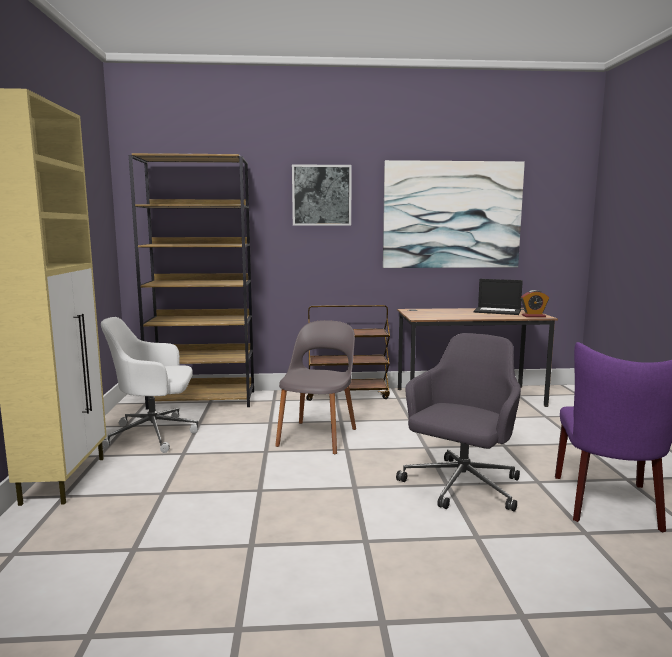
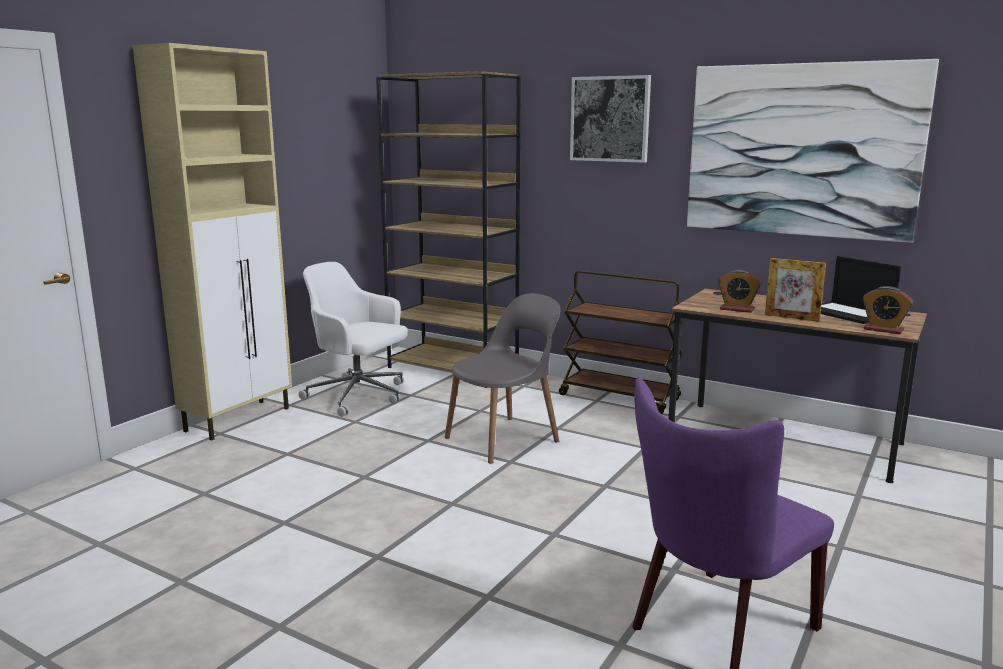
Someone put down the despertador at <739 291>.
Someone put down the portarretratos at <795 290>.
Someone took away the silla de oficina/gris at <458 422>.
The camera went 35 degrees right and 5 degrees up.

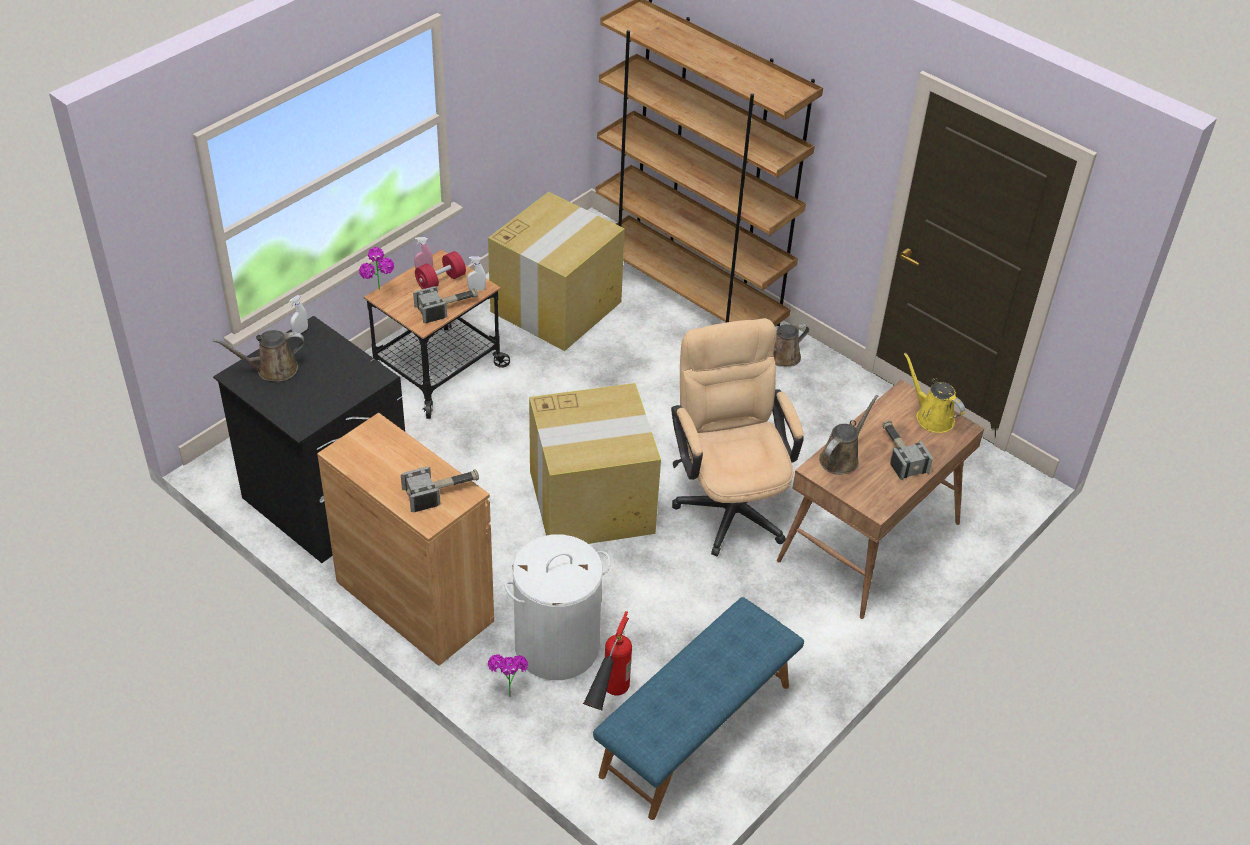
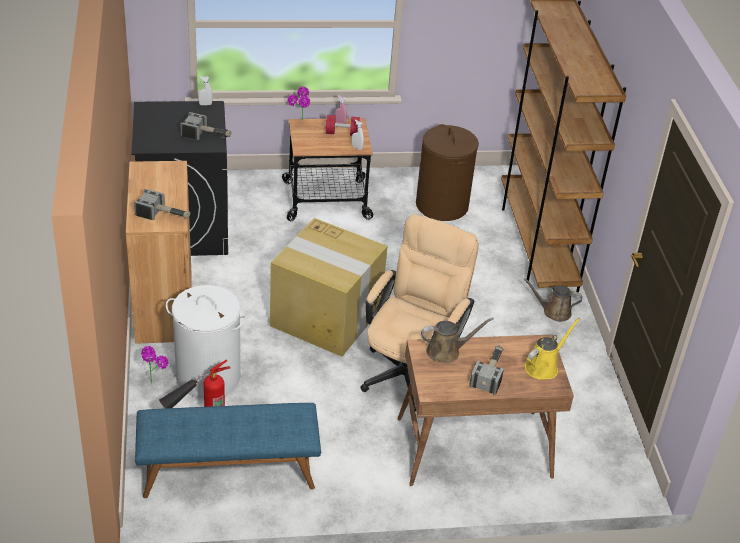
Someone carried the martillo from <445 304> to <206 126>.
Someone swapped the caja de cartón at <556 271> for the cesto de la ropa/marrón at <447 172>.
Someone rotated the regadera/amarillo at <934 393> by 45 degrees clockwise.
Someone took away the regadera/marrón at <258 356>.
The camera went 40 degrees right and 5 degrees down.

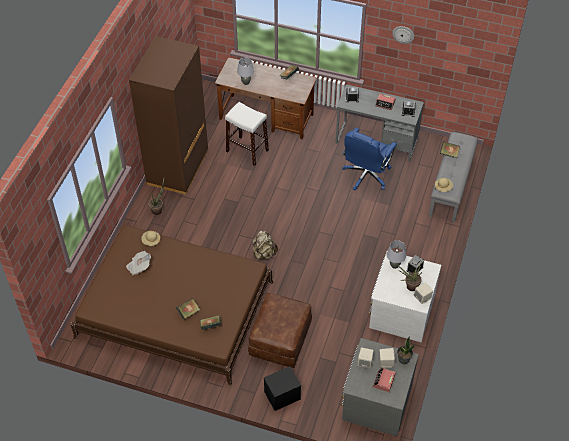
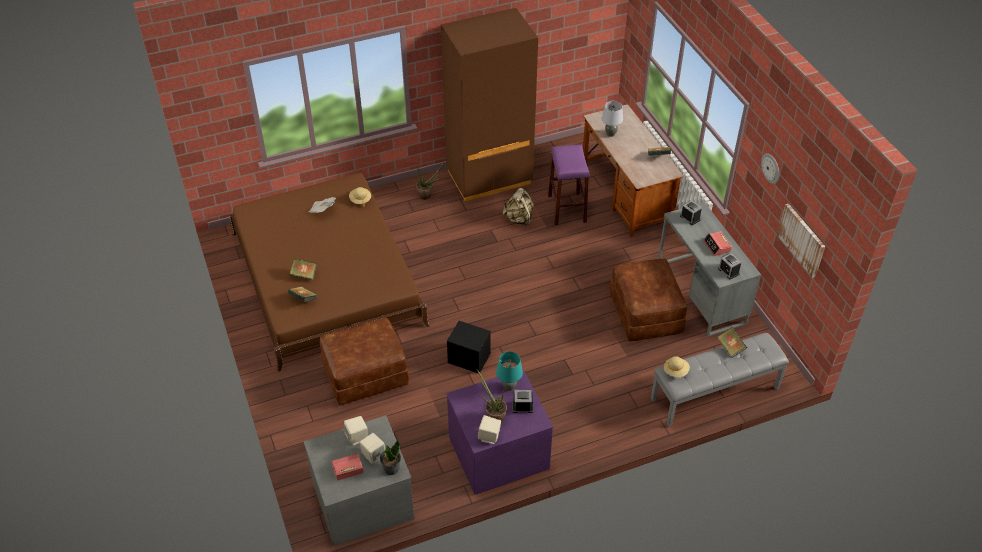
Someone repainted the cómoda/blanco at <405 297>, which became the cómoda/morado at <500 432>.
Someone carried the caja de almacenaje/negro from <282 388> to <469 347>.
Someone repainted the lámpara de mesa/gris at <396 254>, which became the lámpara de mesa/turquesa at <509 371>.
Someone carried the mochila/beis from <265 245> to <518 207>.
Someone repainted the taburete/blanco at <247 134>, which became the taburete/morado at <569 185>.
Someone swapped the silla de oficina/azul at <369 159> for the puf/marrón at <648 300>.
Someone put up the cuadro at <801 241>.
The camera went 50 degrees right and 5 degrees down.

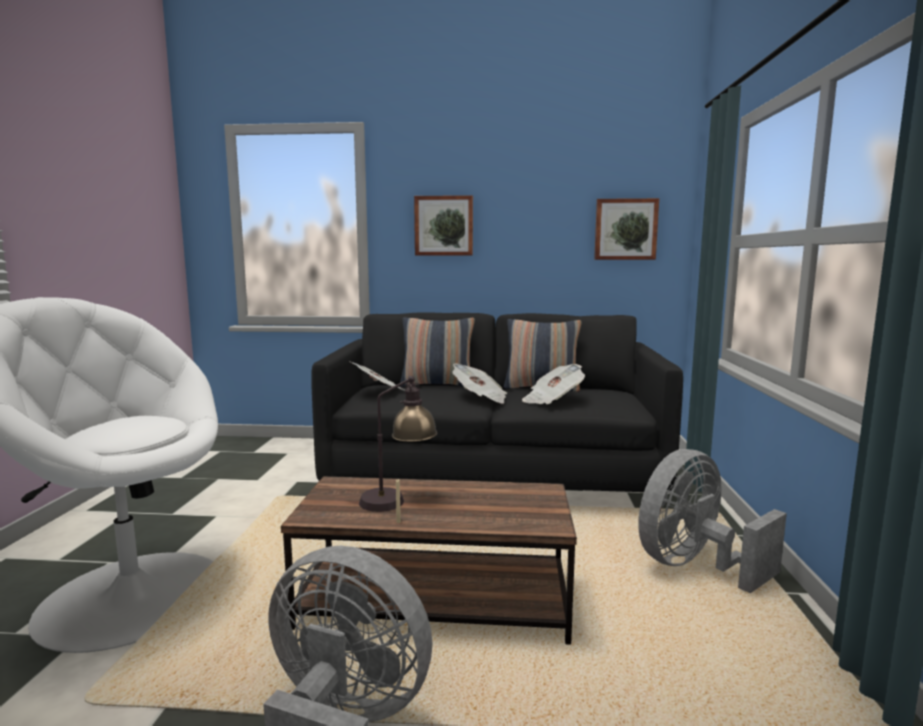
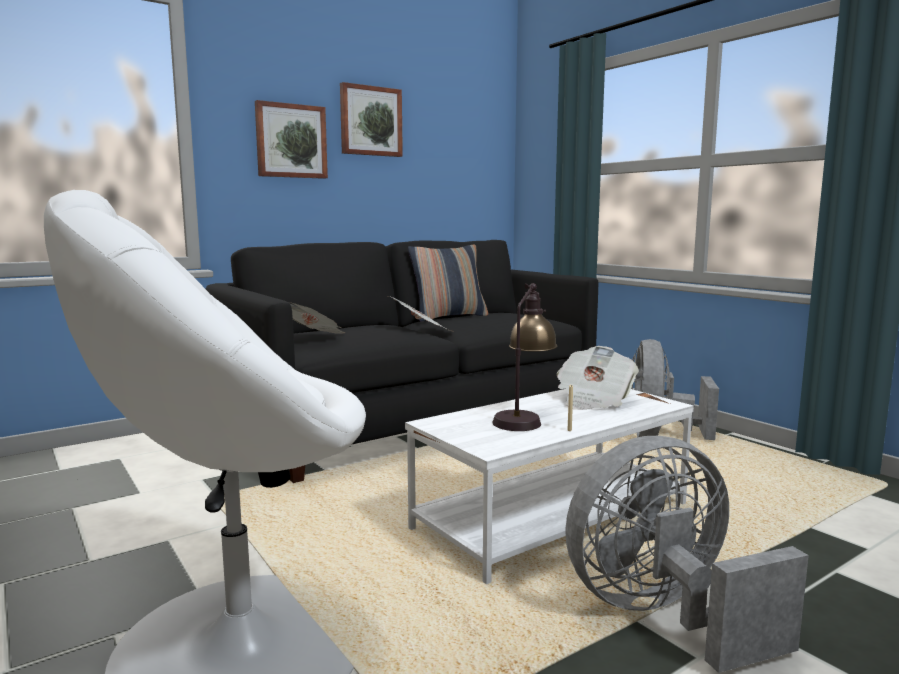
Someone carried the cuadro from <626 229> to <371 119>.
Someone repainted the mesa de centro/marrón at <429 560>, which became the mesa de centro/blanco at <549 486>.
Someone carried the periódico from <553 384> to <597 378>.
Someone took away the cojín at <437 352>.
The camera went 40 degrees left and 0 degrees up.

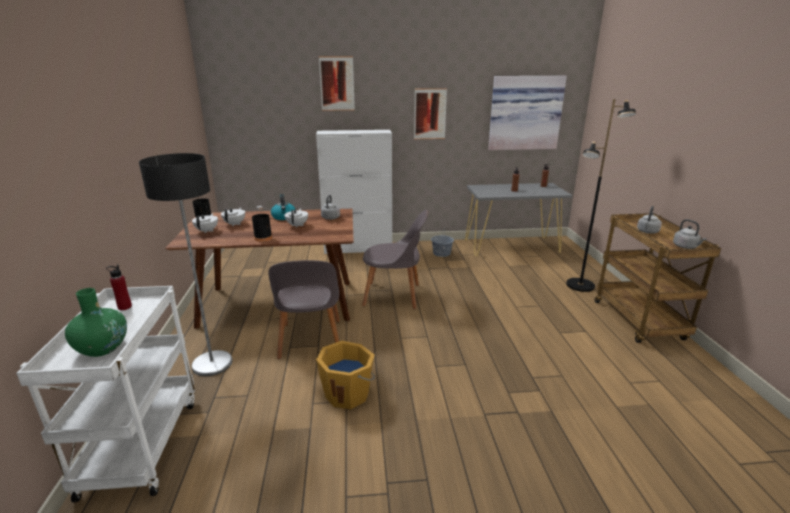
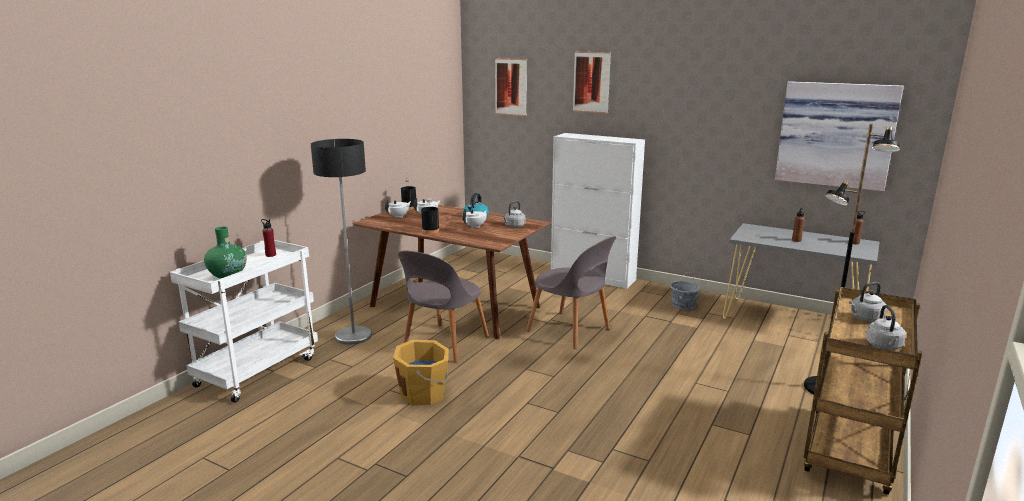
Someone carried the cuadro from <430 113> to <511 87>.
The camera went 35 degrees right and 5 degrees down.

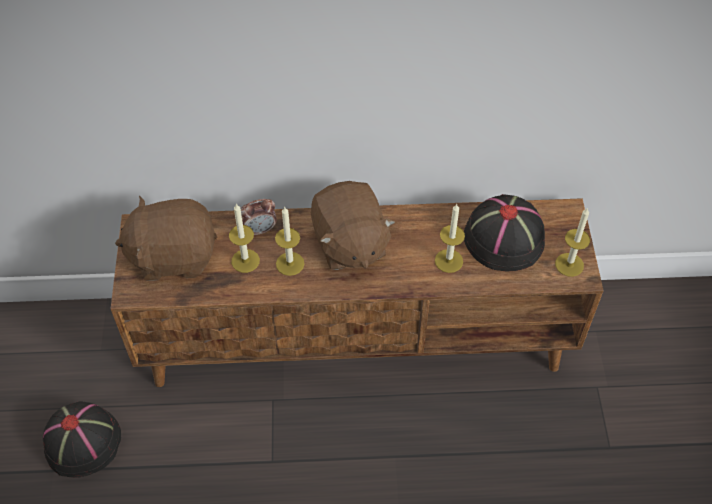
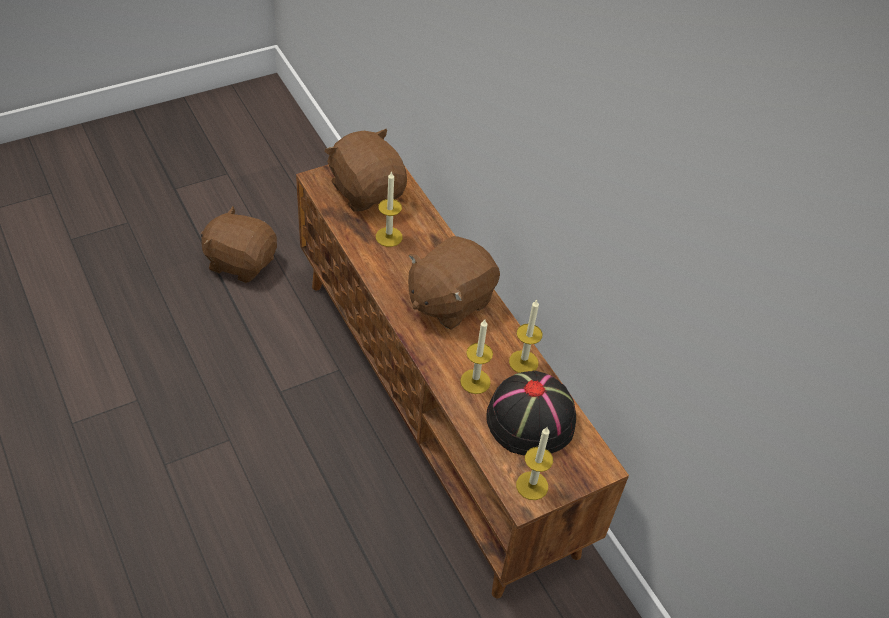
Someone swapped the sombrero/negro at <82 439> for the peluche/marrón at <239 244>.
Someone carried the vela from <289 241> to <526 336>.
Someone took away the despertador at <259 217>.
The camera went 60 degrees right and 5 degrees down.

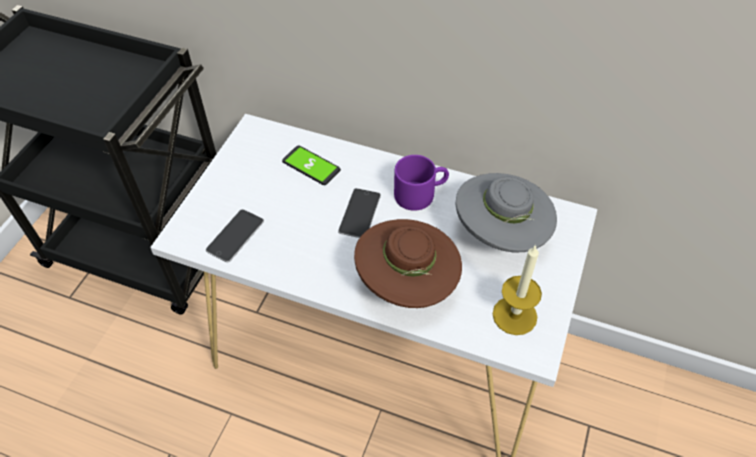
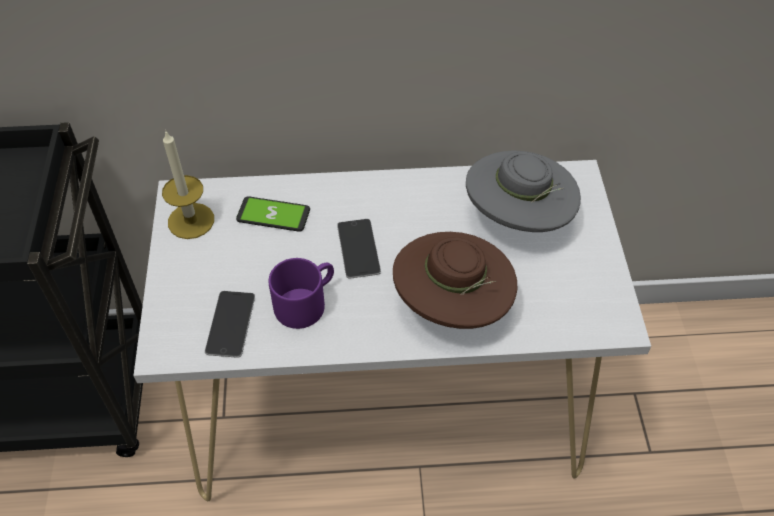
Someone carried the vela from <517 290> to <188 185>.
Someone carried the taza grande/morado from <421 183> to <301 293>.
The camera went 25 degrees left and 0 degrees up.

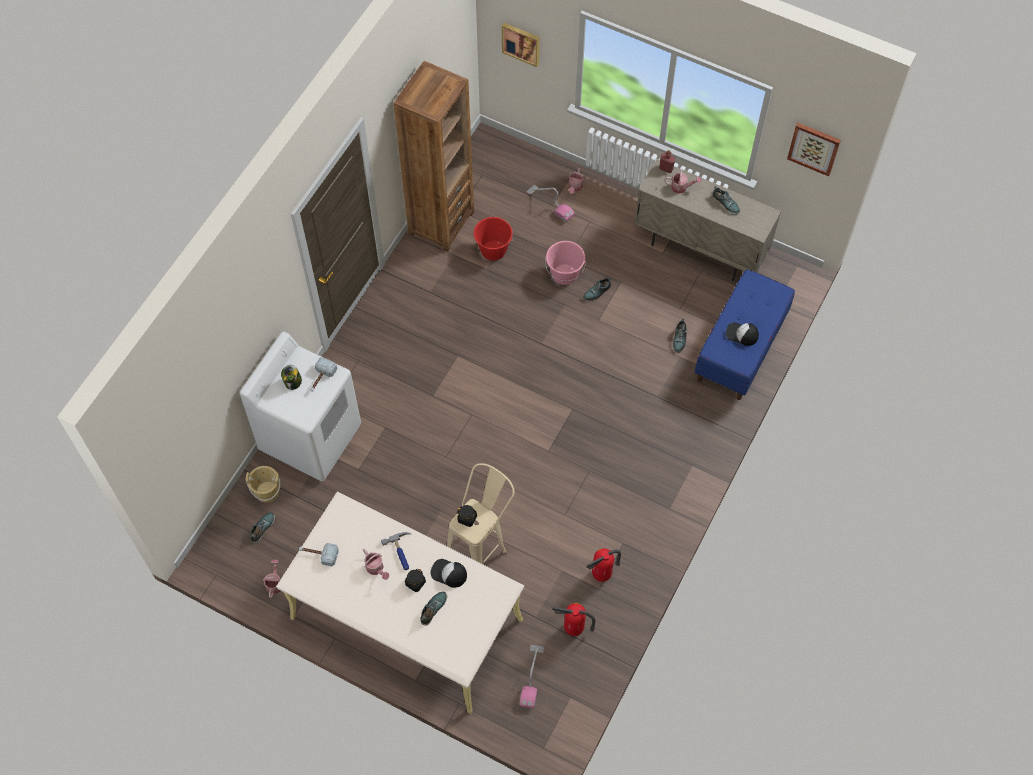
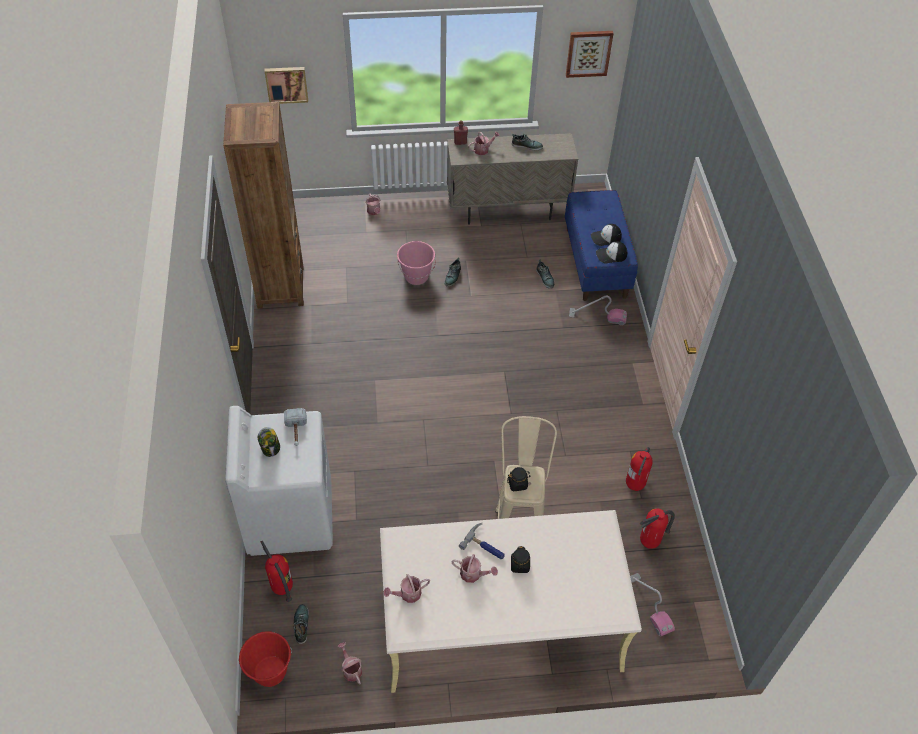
Someone carried the cubo/rojo from <493 239> to <265 659>.
Someone swapped the cubo/beis at <263 484> for the extintor at <276 571>.
Someone swapped the martillo at <319 554> for the regadera at <407 588>.
Someone carried the aspiradora from <551 203> to <598 310>.
Someone carried the gorra from <448 573> to <611 252>.
Someone took away the zapato at <433 608>.
The camera went 35 degrees left and 10 degrees down.

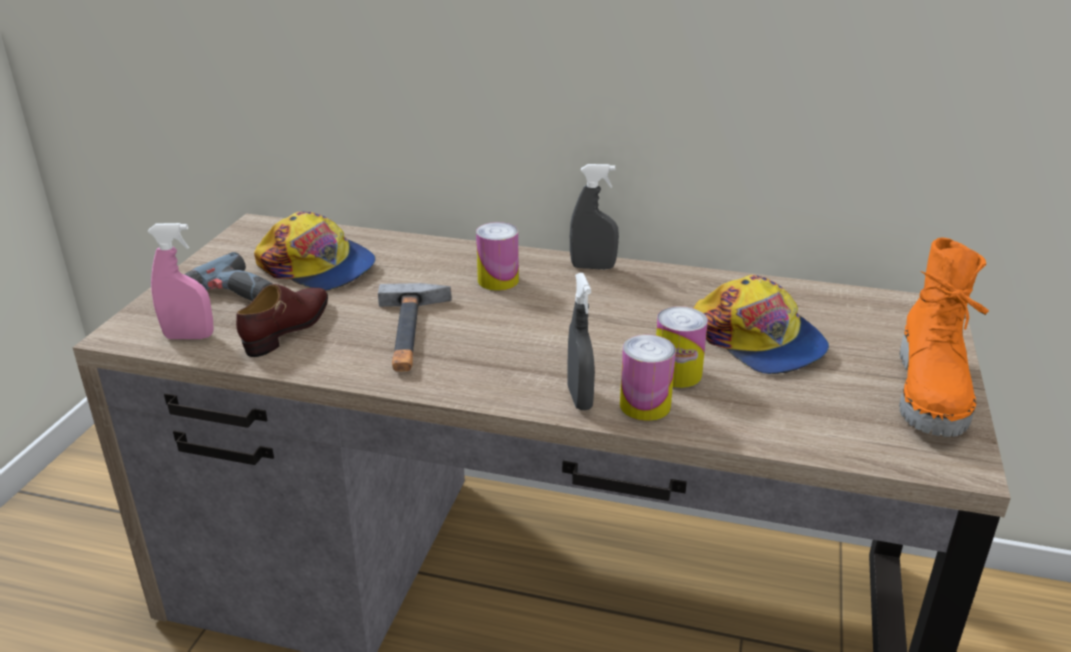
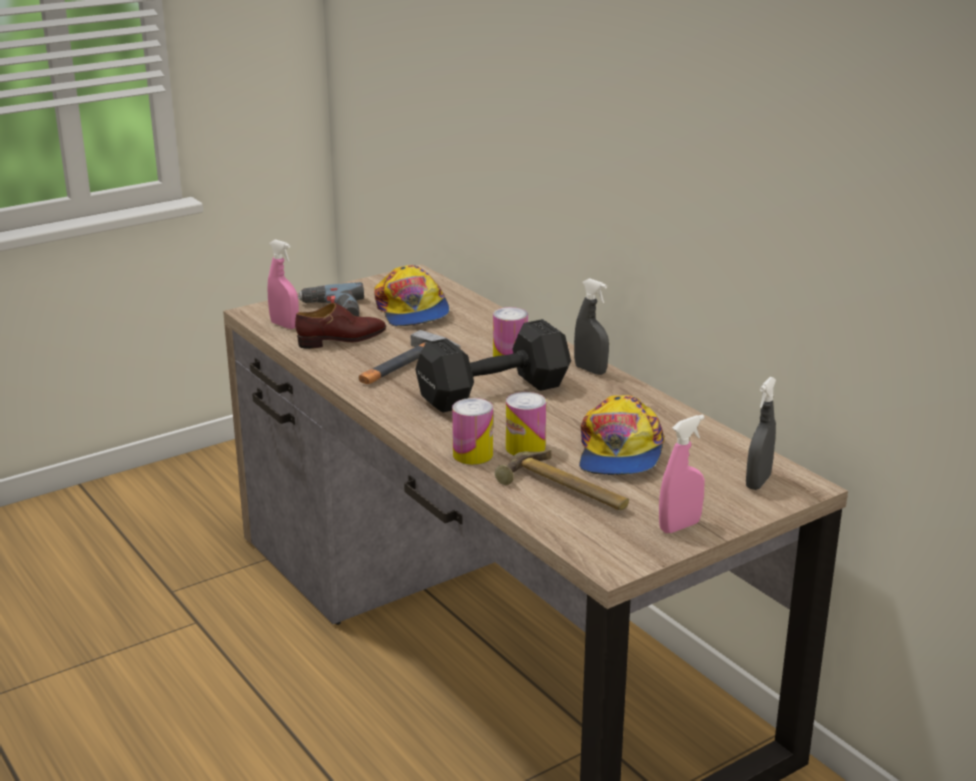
Someone put down the mancuerna/negro at <493 366>.
Someone put down the martillo at <562 480>.
Someone swapped the bota/naranja at <944 337> for the pulverizador/rosa at <682 473>.
Someone carried the pulverizador/gris from <581 341> to <761 433>.
The camera went 40 degrees right and 5 degrees down.

